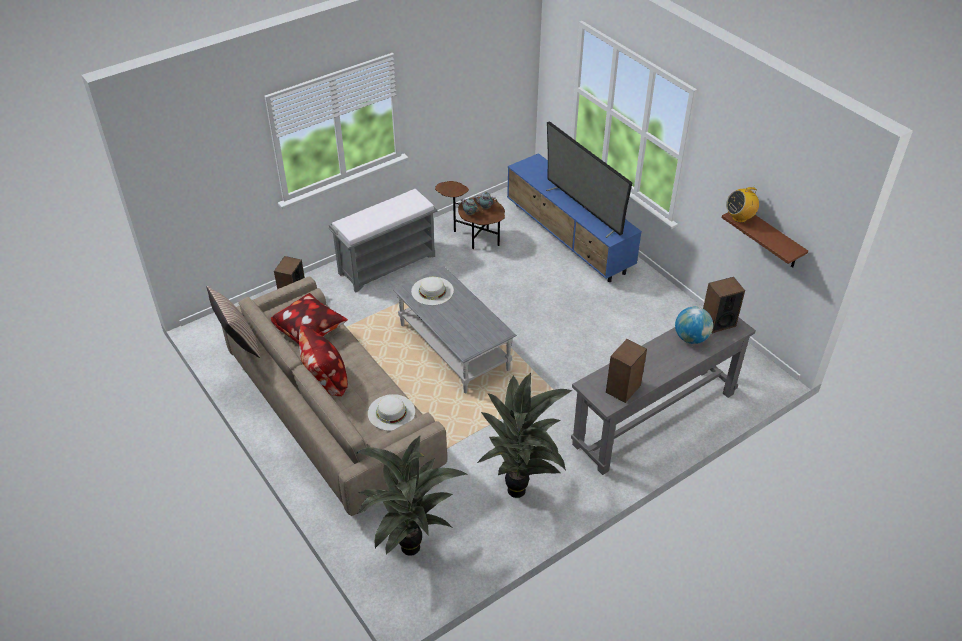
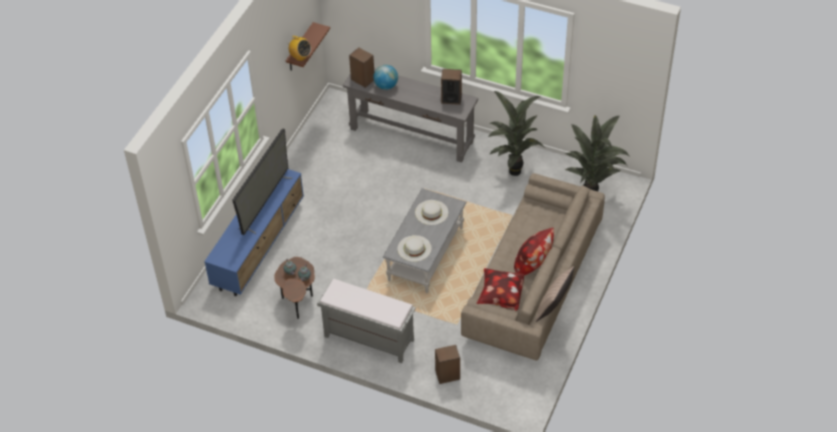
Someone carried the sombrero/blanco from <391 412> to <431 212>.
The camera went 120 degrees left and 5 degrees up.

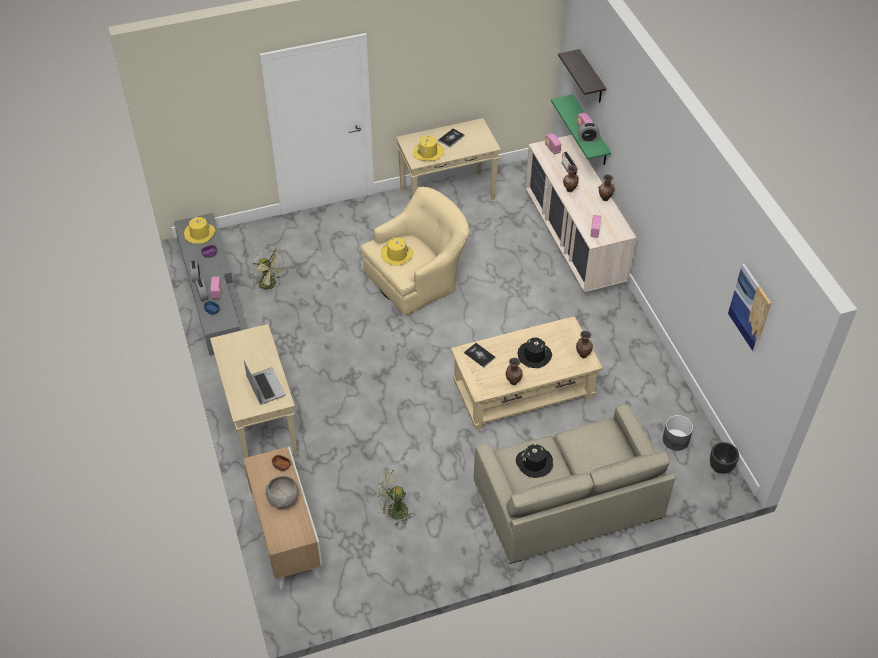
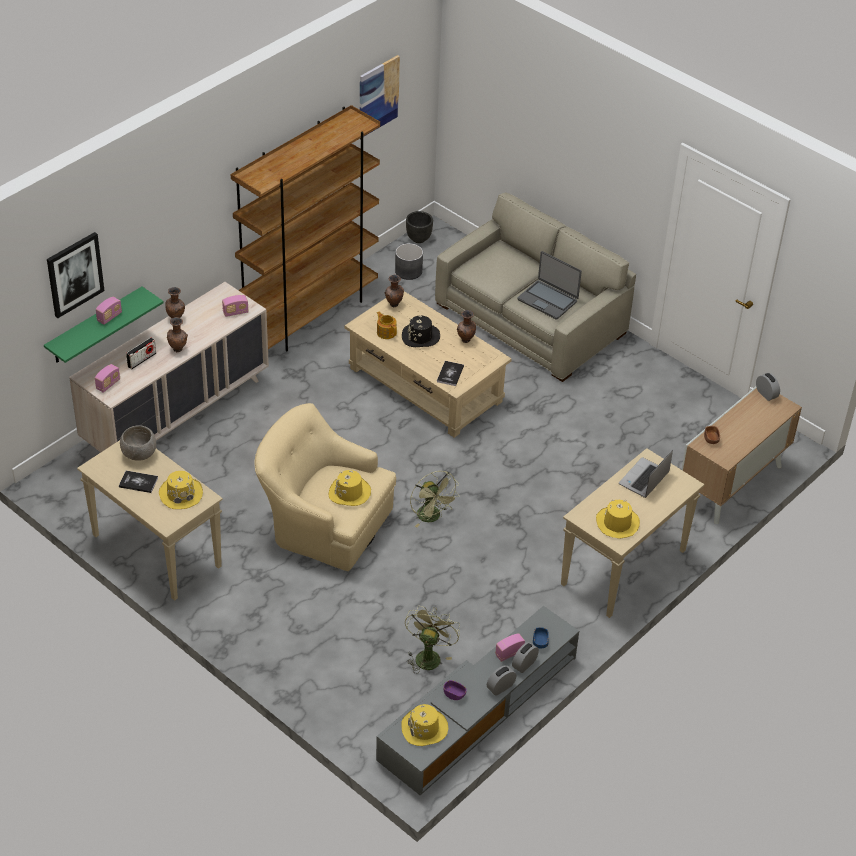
Someone swapped the estante at <582 75> for the cuadro at <75 275>.
Someone carried the cuenco/gris from <282 492> to <138 443>.
Someone put down the estantería/marrón at <305 228>.
Someone put down the tetera at <387 325>.
Someone carried the ventilador/verde from <396 498> to <435 499>.
Someone swapped the sombrero/negro at <534 460> for the portátil at <549 285>.
Someone put down the sombrero/amarillo at <618 519>.
Someone carried the despertador from <589 132> to <768 387>.
The camera went 120 degrees left and 5 degrees down.

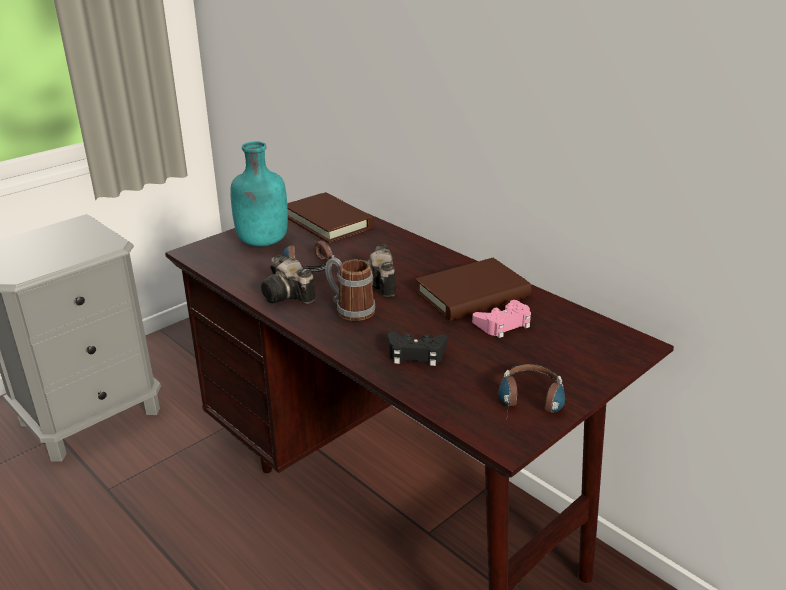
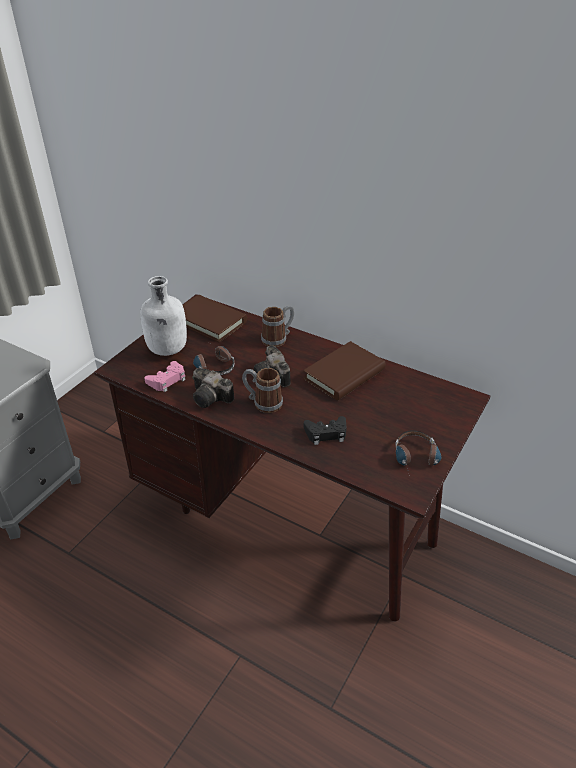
Someone repainted the botella/turquesa at <259 193>, which became the botella/blanco at <163 316>.
Someone carried the mando de consola/rosa from <501 319> to <165 376>.
Someone put down the taza grande at <277 326>.
The camera went 15 degrees left and 10 degrees up.

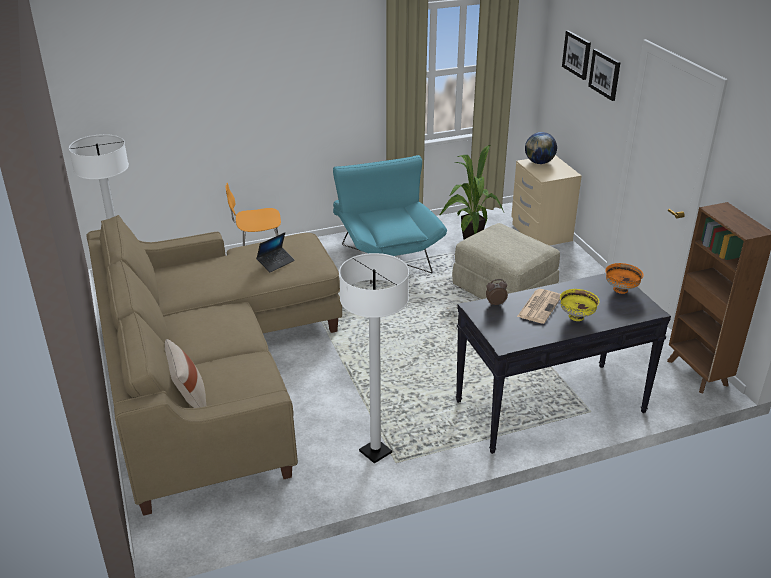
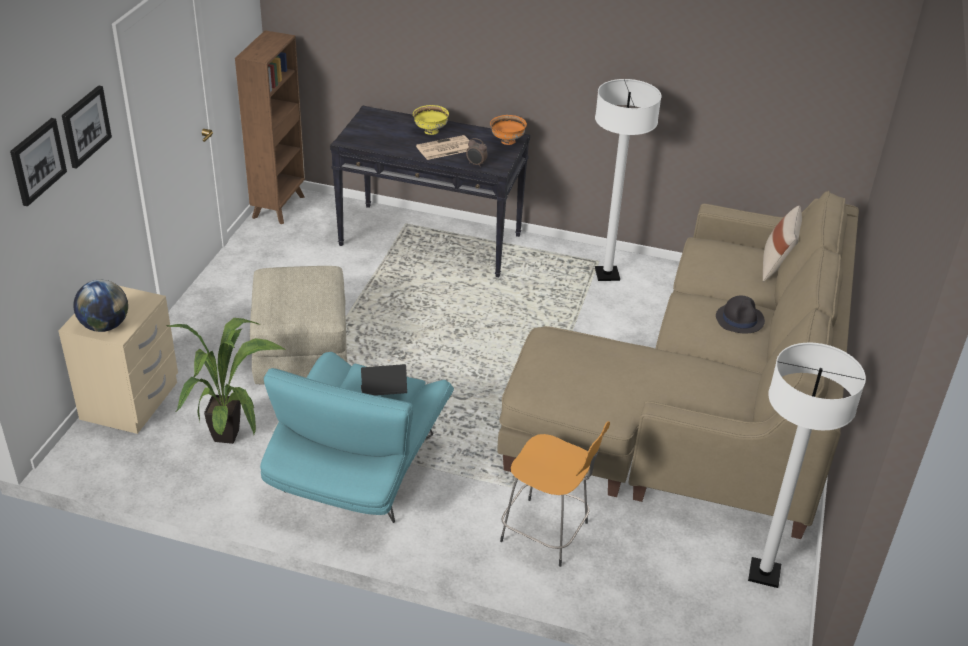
Someone carried the portátil from <275 252> to <384 380>.
Someone carried the cuenco/naranja from <624 278> to <508 130>.
Someone put down the sombrero/negro at <740 315>.
The camera went 145 degrees left and 5 degrees up.

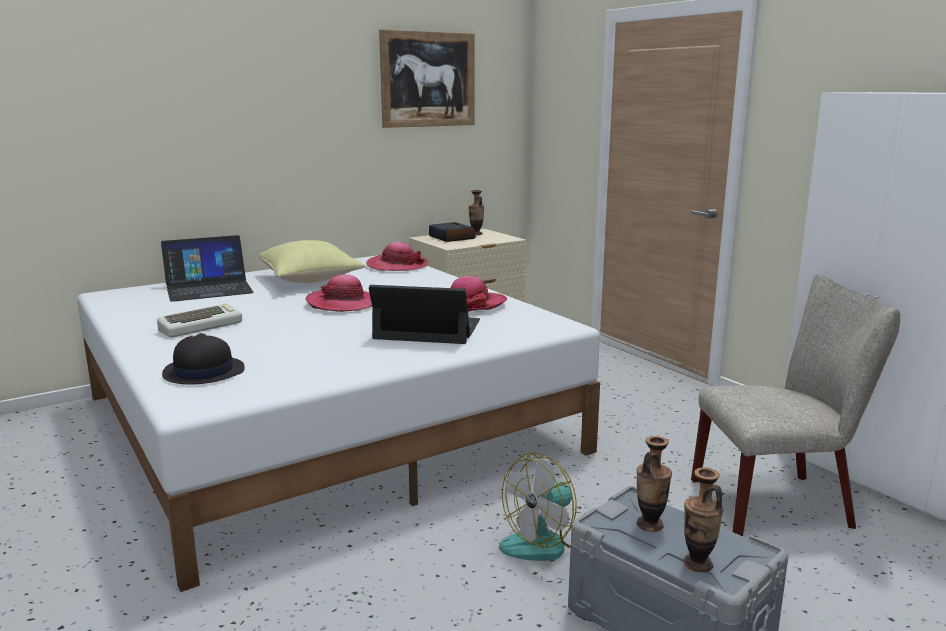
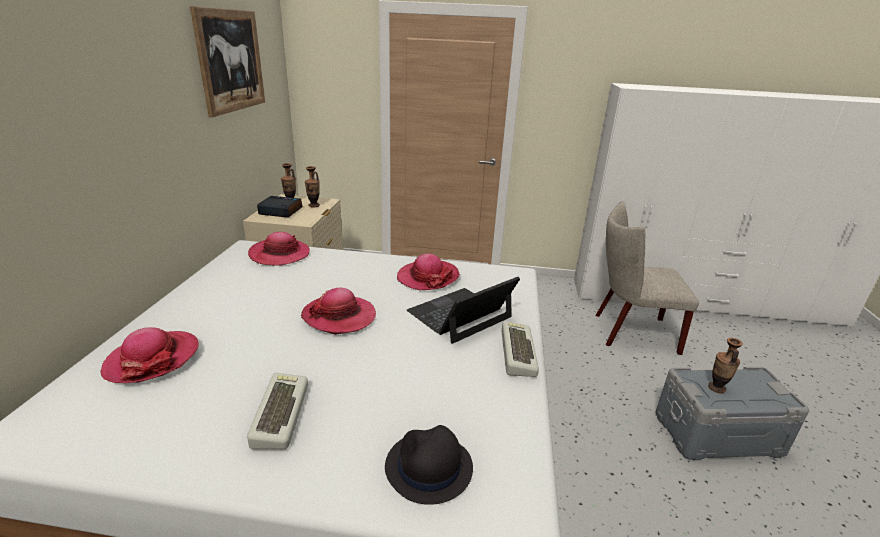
Someone swapped the portátil at <207 268> for the sombrero at <150 355>.
Someone carried the florero from <704 519> to <312 187>.
Someone put down the teclado at <520 349>.
Someone rotated the silla/beis at <795 405> by 120 degrees counterclockwise.
Someone took away the cojín/amarillo at <312 261>.
Someone took away the ventilador at <538 506>.
The camera went 50 degrees left and 10 degrees up.

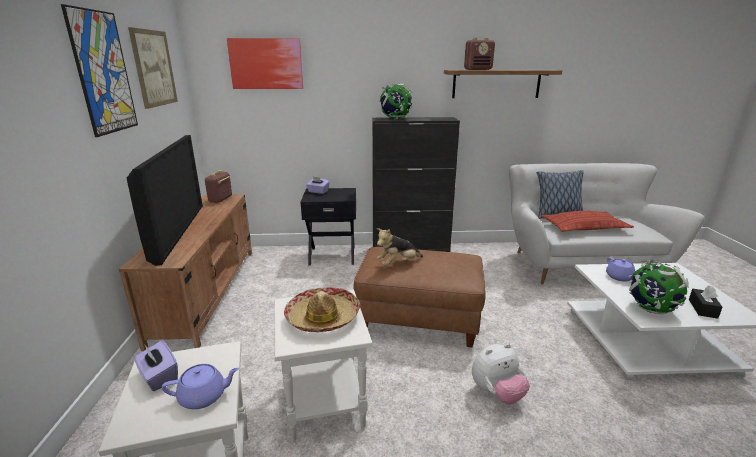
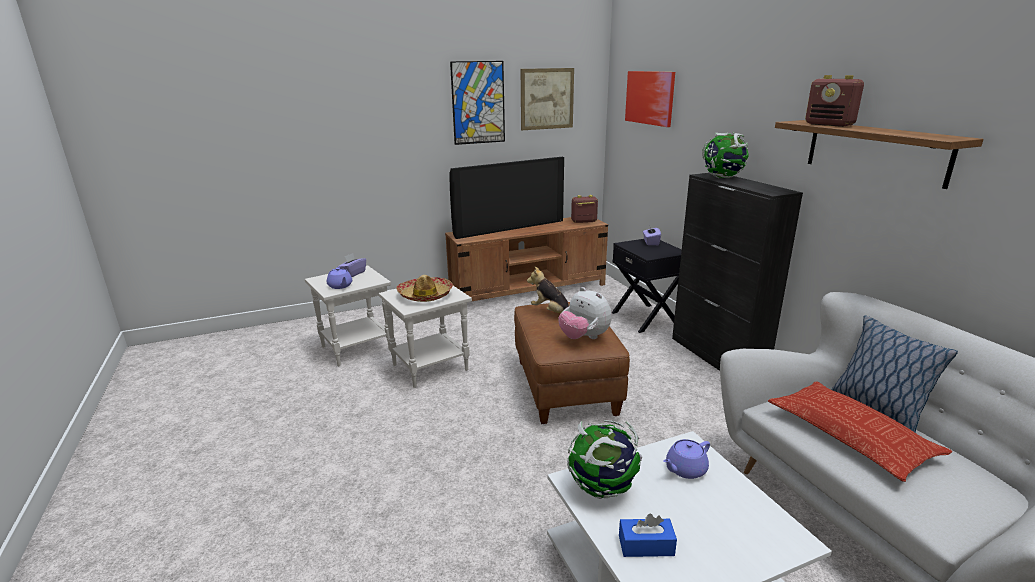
Someone carried the peluche from <501 374> to <585 313>.
Someone repainted the caja de pañuelos/negro at <705 302>, which became the caja de pañuelos/azul at <648 535>.
The camera went 70 degrees right and 0 degrees up.

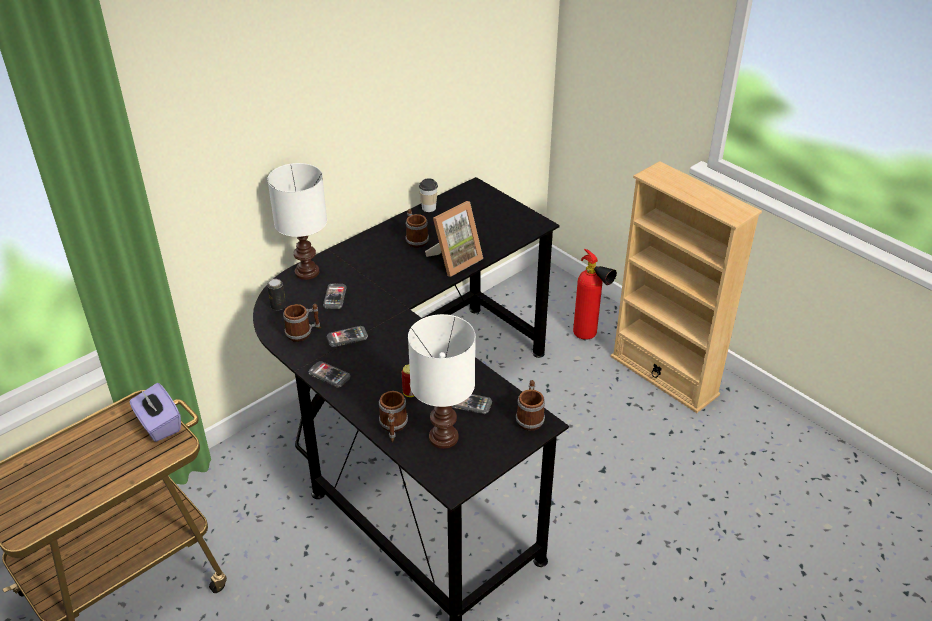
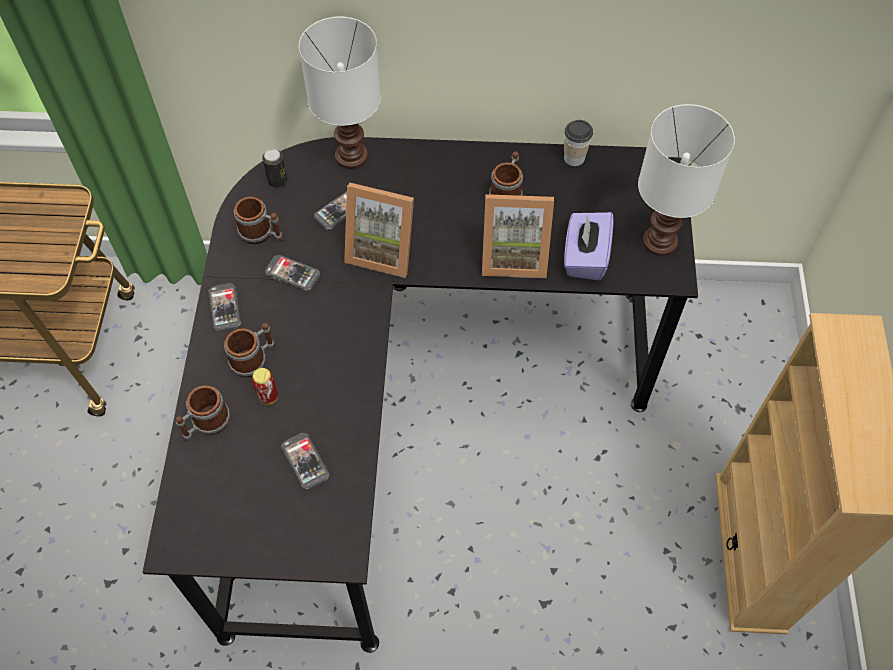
Someone carried the taza grande from <530 405> to <250 350>.
Someone put down the portarretratos at <379 230>.
Someone carried the caja de pañuelos/morado from <155 412> to <589 246>.
Someone carried the lámpara de mesa/blanco from <441 381> to <686 180>.
Someone took away the extintor at <595 294>.
The camera went 45 degrees right and 20 degrees up.

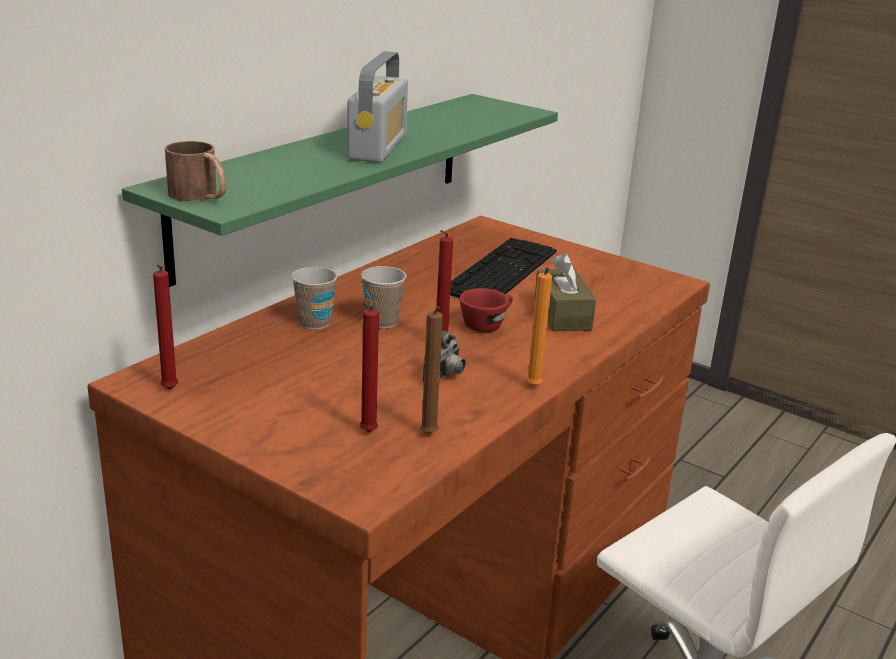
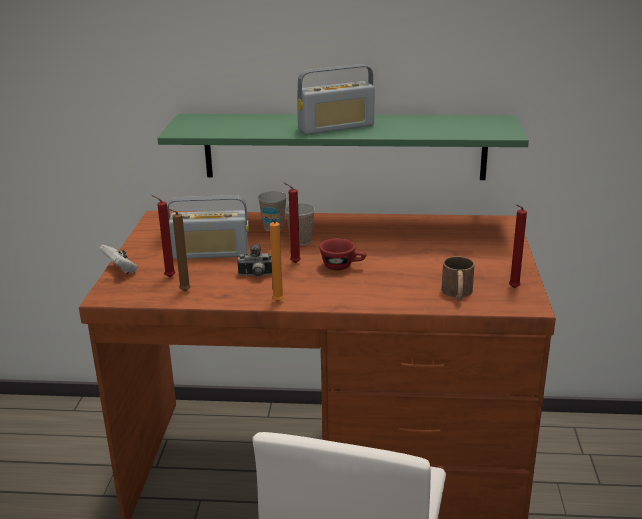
Someone put down the mando de consola/blanco at <118 259>.
Someone put down the radio at <208 227>.
Someone carried the taza grande/marrón from <195 171> to <458 278>.
Someone carried the vela/rojo from <165 327> to <518 246>.
Someone took away the teclado at <503 268>.
Someone took away the caja de pañuelos/marrón at <565 292>.
The camera went 60 degrees right and 0 degrees up.

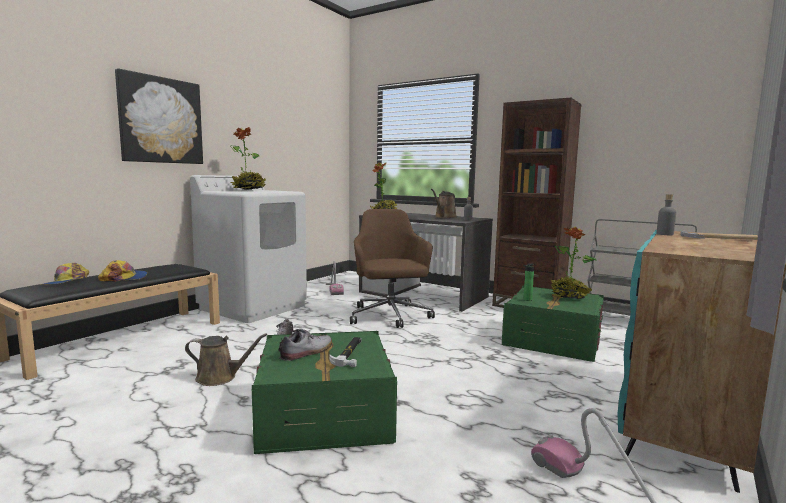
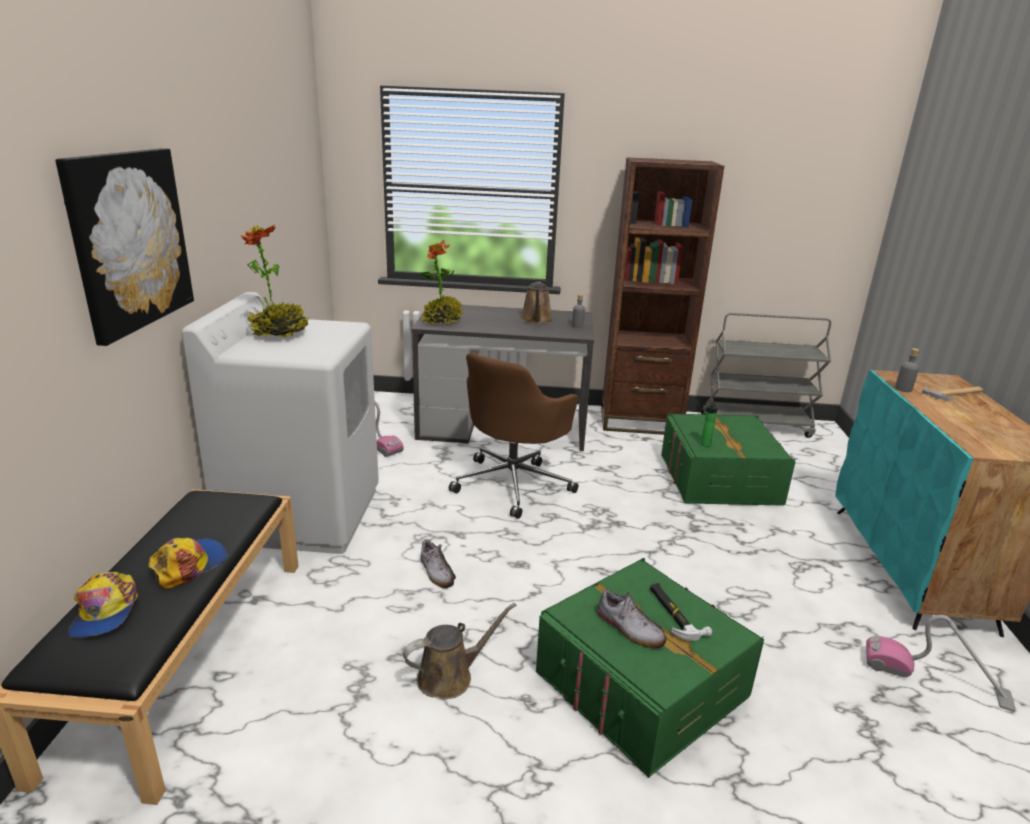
Someone rotated the silla de oficina/marrón at <392 268> by 105 degrees counterclockwise.
Someone rotated the zapato at <305 345> by 120 degrees clockwise.
Someone took away the planta en maceta at <574 263>.
The camera went 30 degrees left and 15 degrees up.

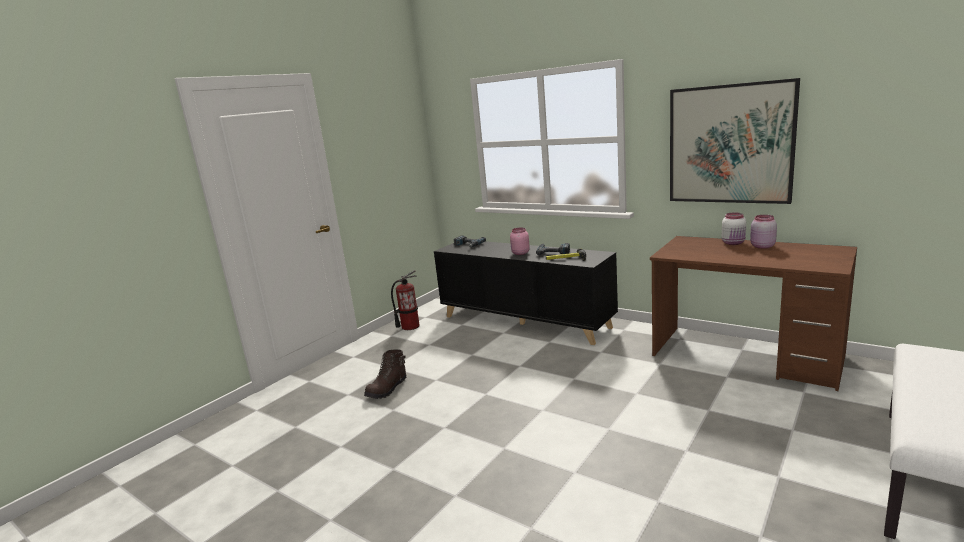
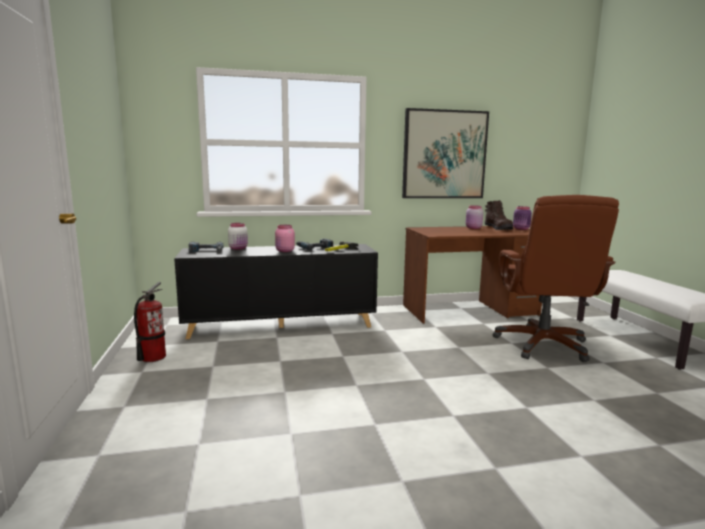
Someone carried the tarro/blanco from <734 228> to <238 236>.
Someone carried the bota/marrón from <385 374> to <499 215>.
Someone put down the silla de oficina/marrón at <556 278>.
Someone put down the tarro/morado at <522 218>.
The camera went 50 degrees left and 5 degrees down.

